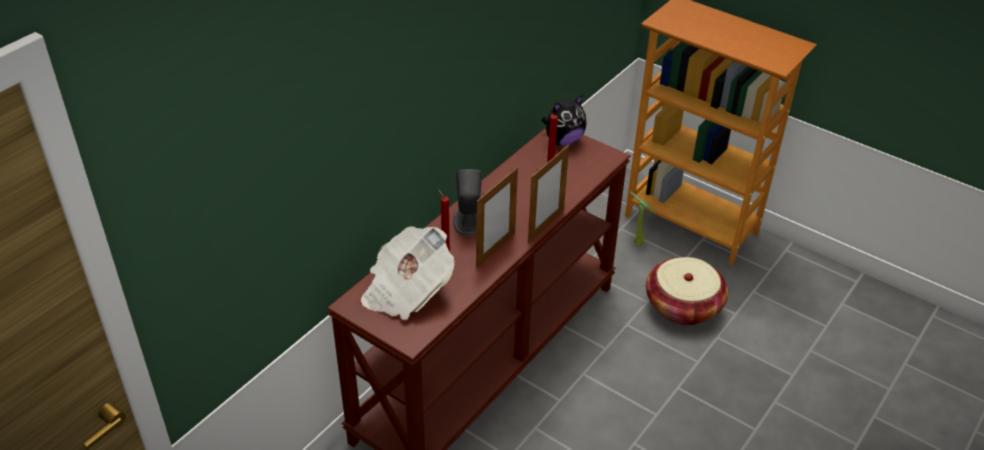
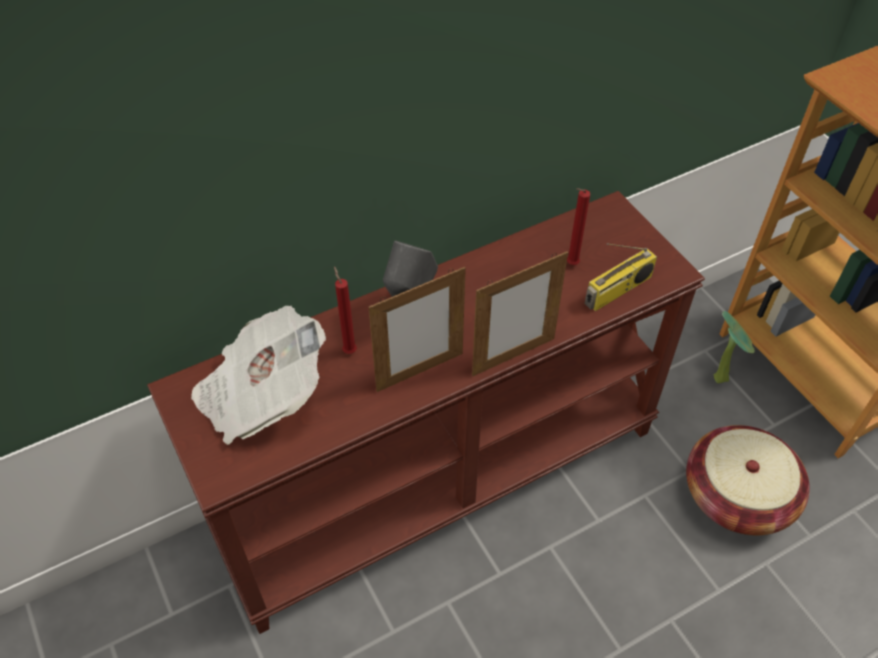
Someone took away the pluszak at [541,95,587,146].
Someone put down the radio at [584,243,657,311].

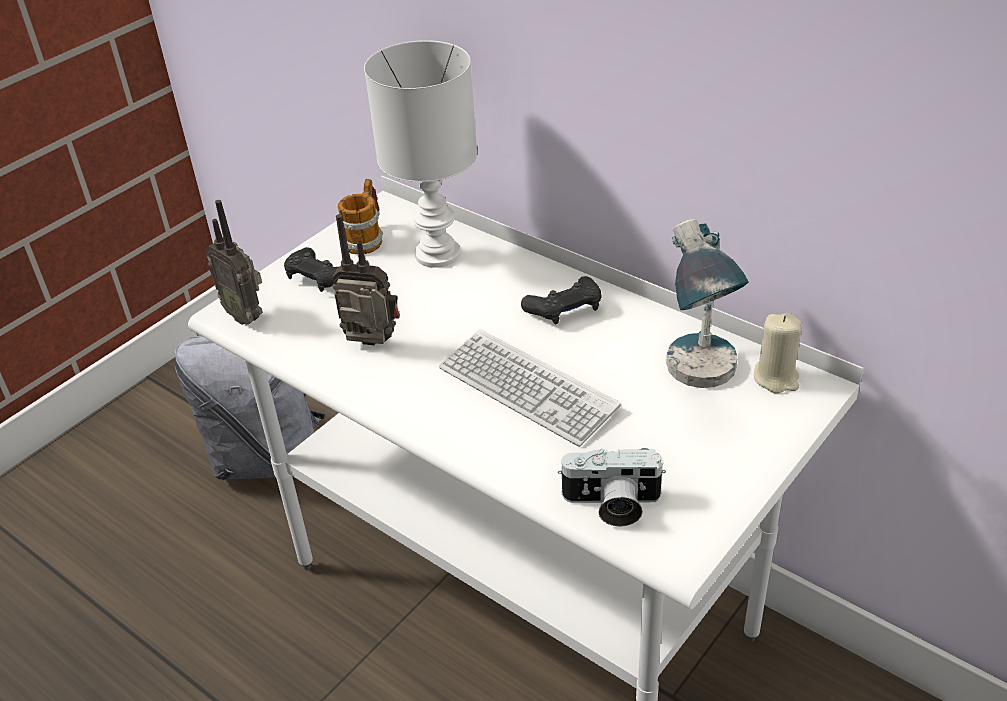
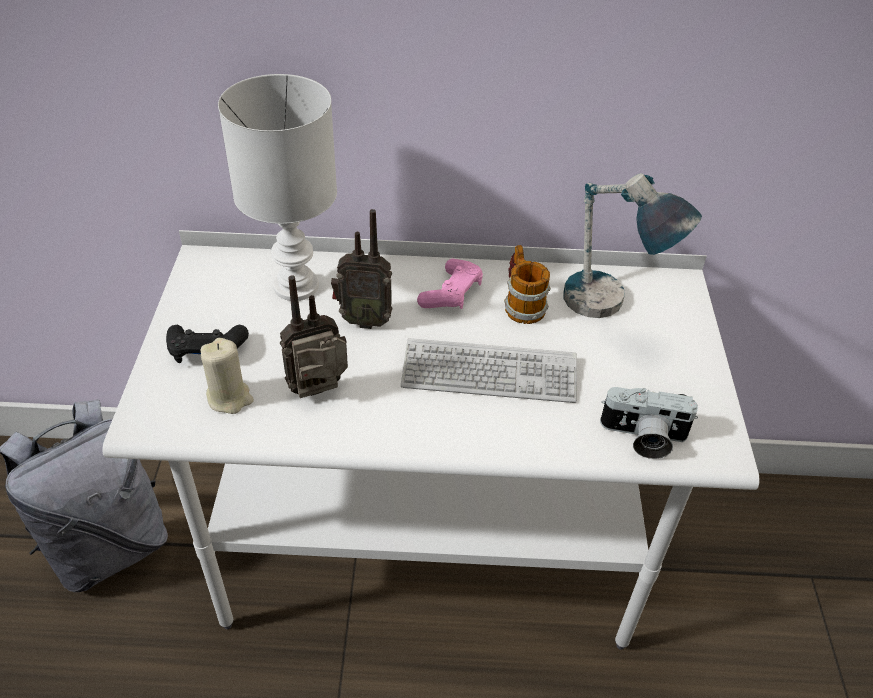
Someone carried the kubek from [338,179,383,254] to [504,245,551,324].
Someone carried the radio from [205,200,263,325] to [331,209,392,329].
Someone repainted the pad do gier (czarny) at [521,276,602,324], which became the pad do gier (różowy) at [417,259,483,309].
Someone carried the świeca (beżowy) from [754,313,802,394] to [201,338,254,414].
Someone rotated the aparat fotograficzny at [558,448,666,527] by 45 degrees clockwise.

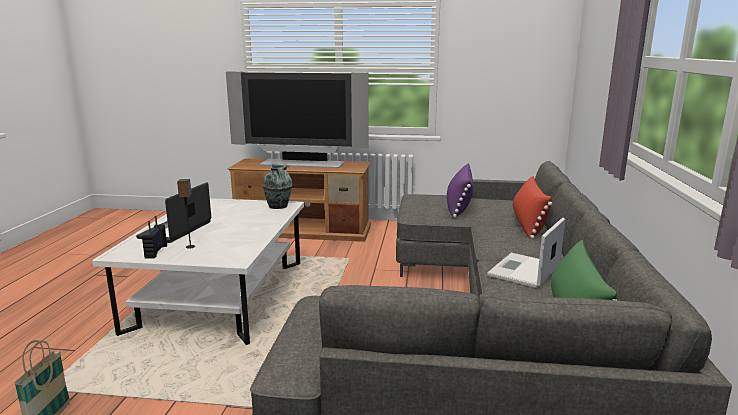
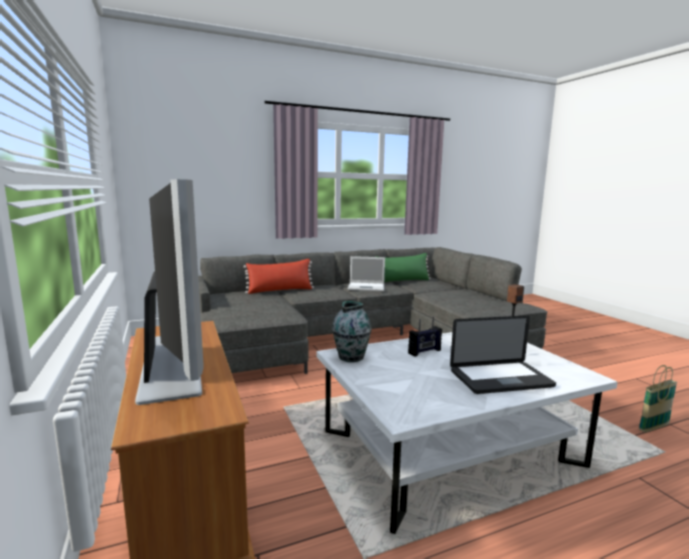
Someone took away the poduszka (fioletowy) at [447,163,473,218].
Someone carried the radio from [142,216,167,258] to [408,317,442,357].

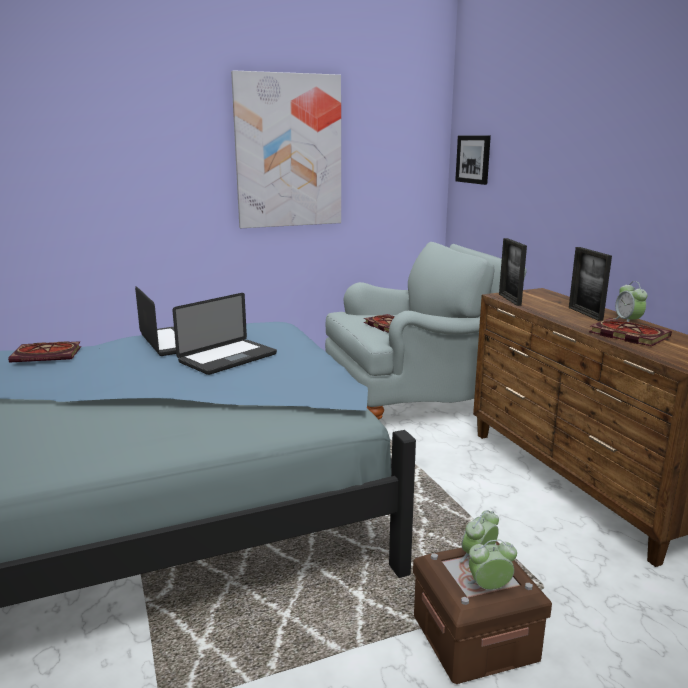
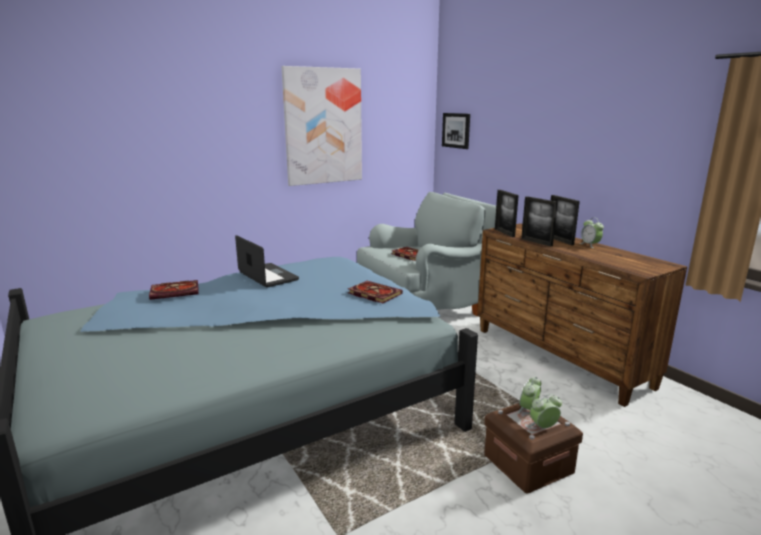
Someone took away the laptop at [172,293,277,375].
Someone carried the książka from [589,318,672,346] to [348,281,403,303].
Someone put down the ramka na zdjęcie at [521,196,558,247].

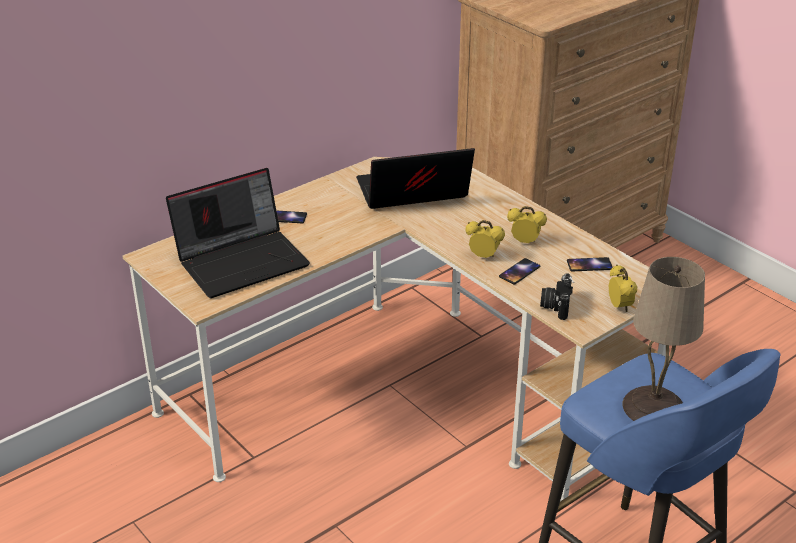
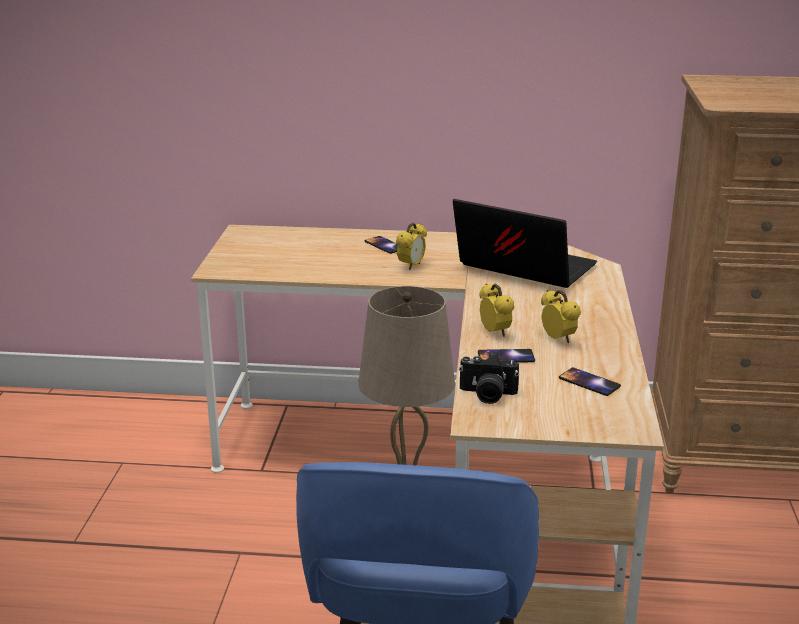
Someone took away the laptop at [166,168,310,298].
Someone carried the budzik from [609,265,637,312] to [396,222,427,270].
Someone rotated the aparat fotograficzny at [540,273,574,320] by 135 degrees counterclockwise.

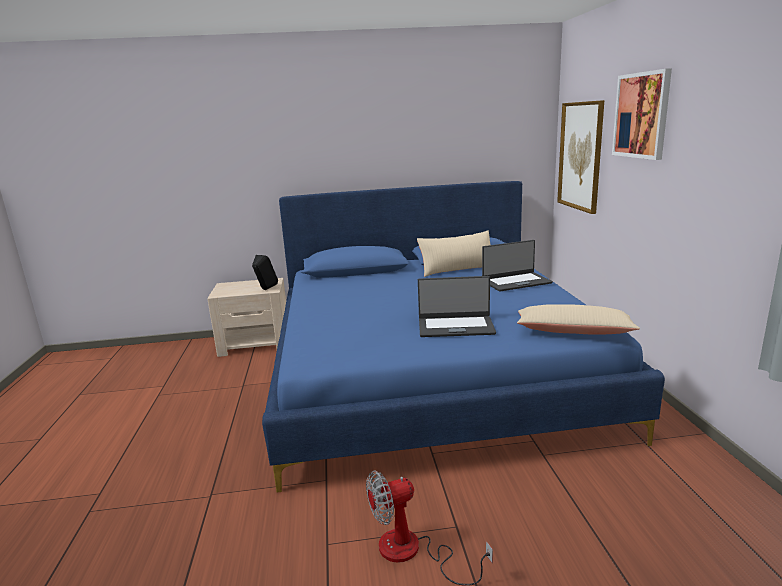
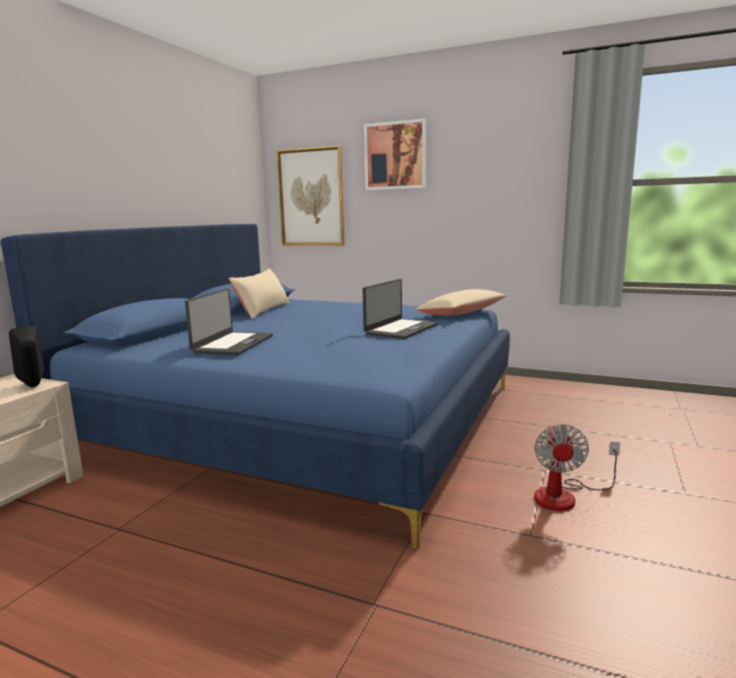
Someone carried the laptop from [482,240,553,291] to [185,288,273,355].

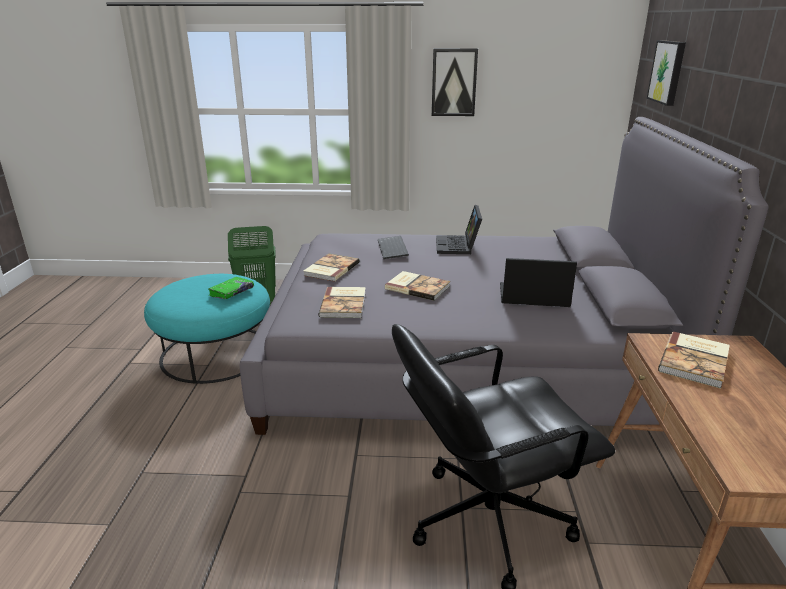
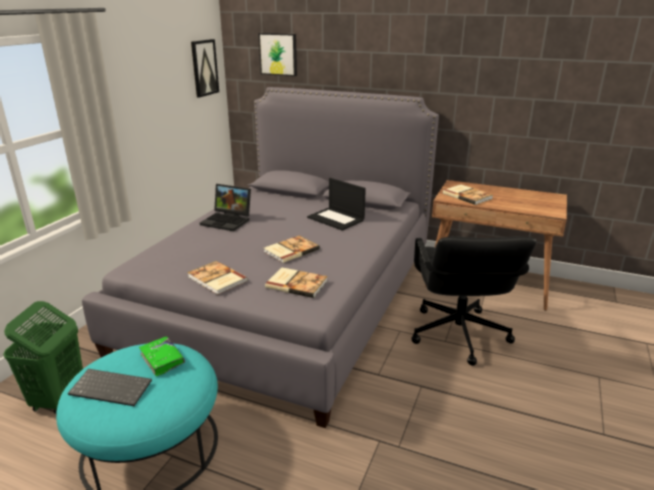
Someone carried the obraz from [432,48,478,116] to [191,39,219,98].
Someone carried the klawiatura from [378,236,409,259] to [68,369,152,406].
Someone rotated the laptop at [500,258,577,307] by 75 degrees counterclockwise.

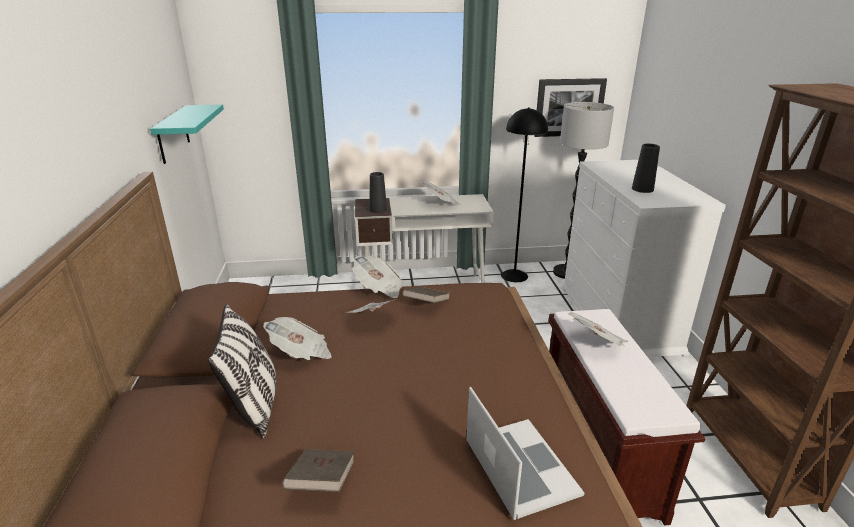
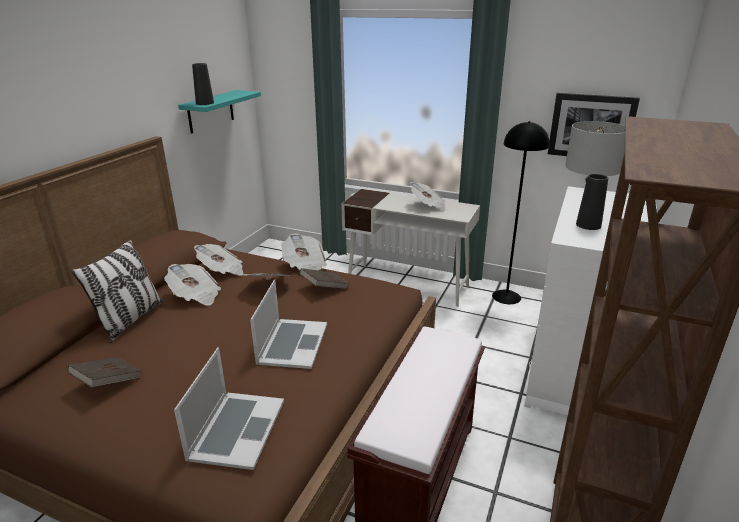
Someone carried the wazon (czarny) from [369,172,387,213] to [192,63,214,105].
Someone carried the gazeta from [568,312,629,346] to [194,244,243,276].
Someone put down the laptop at [250,280,327,369].

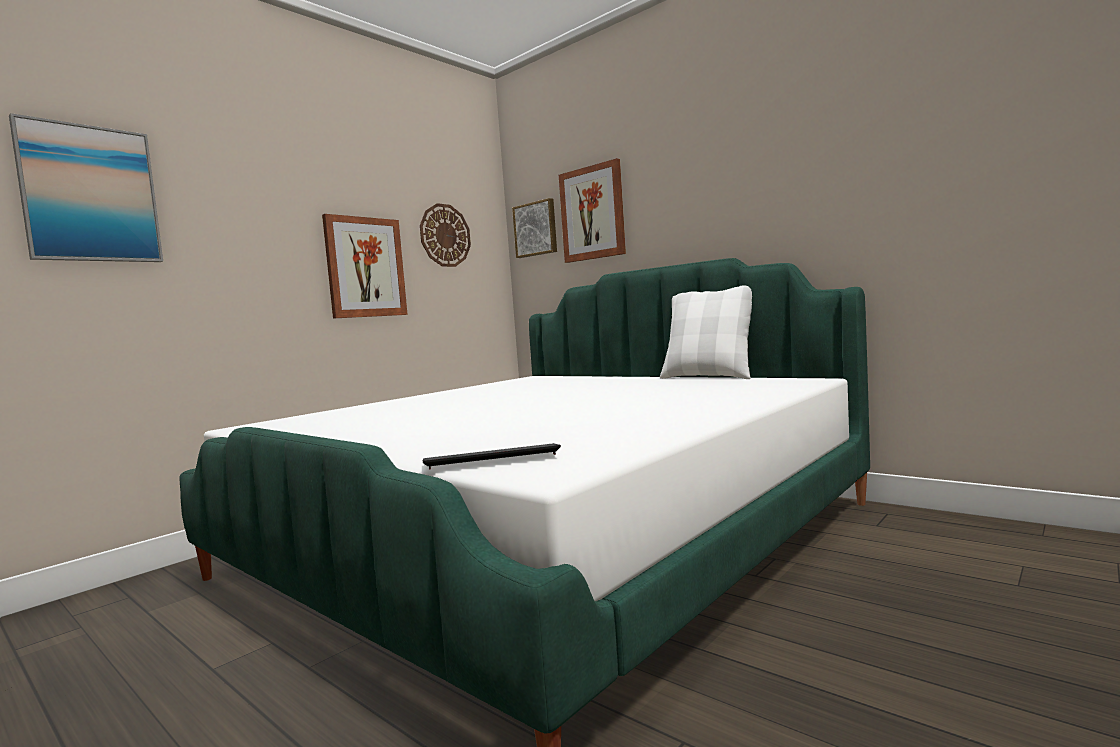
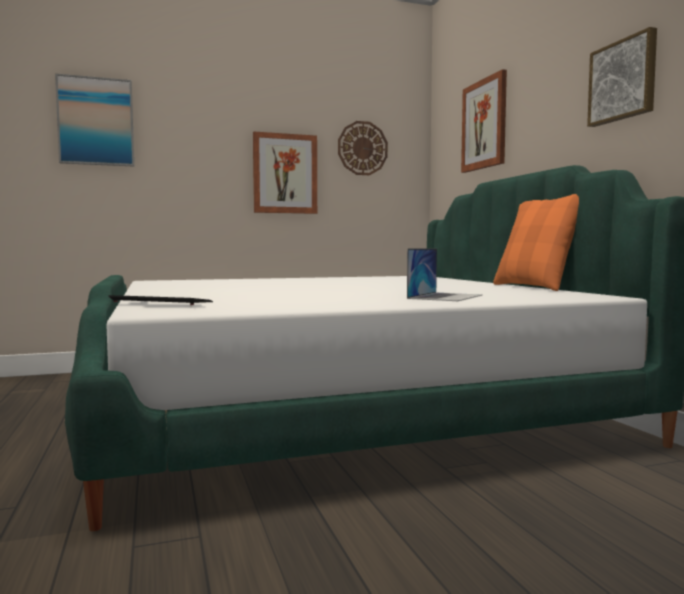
Someone carried the obraz from [512,198,557,258] to [587,27,657,127].
Someone repainted the poduszka (biały) at [660,286,752,379], which became the poduszka (pomarańczowy) at [493,194,579,291].
Someone put down the laptop at [407,248,482,301].

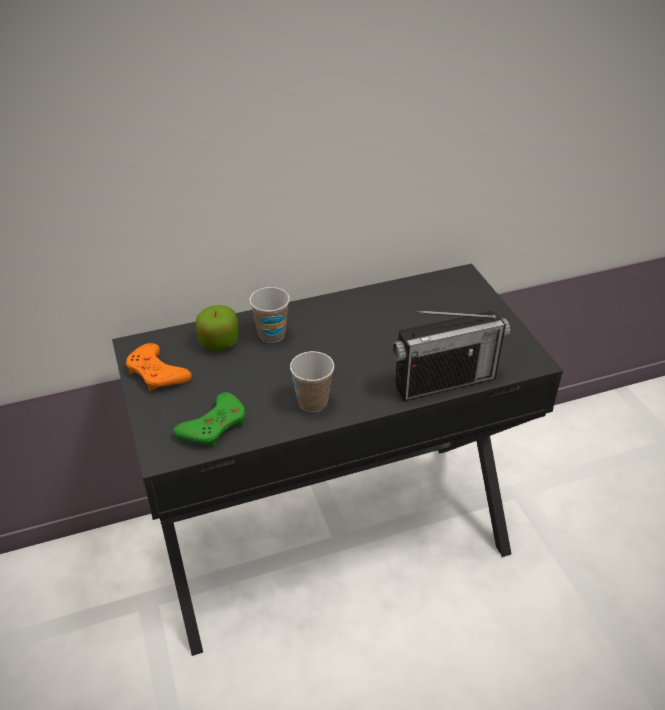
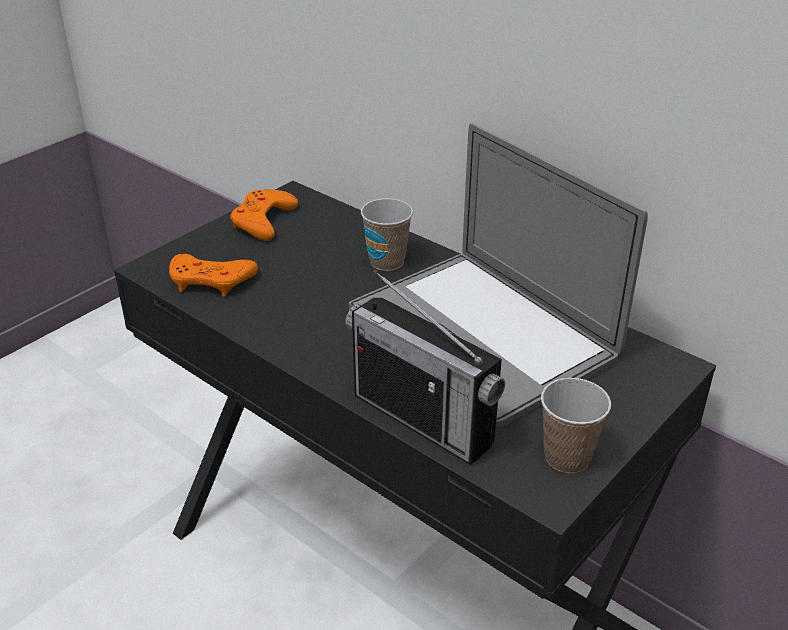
Someone took away the jabłko at [195,305,238,351].
Someone carried the filiżanka from [290,351,334,412] to [541,378,611,473].
Someone repainted the pad do gier (zielony) at [173,392,245,447], which became the pad do gier (pomarańczowy) at [169,254,258,297].
Someone put down the laptop at [349,123,648,428].

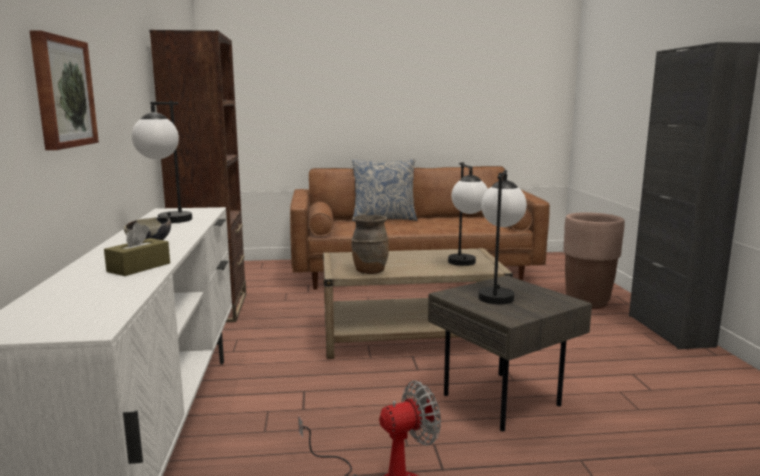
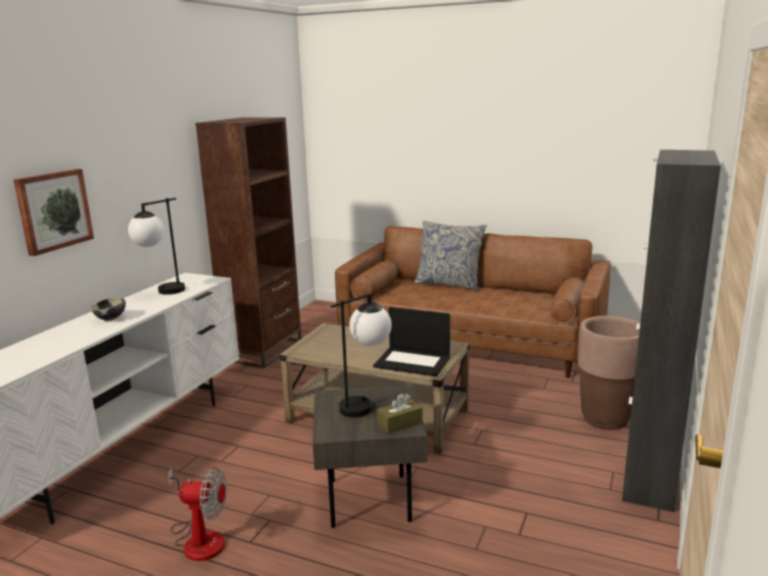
Someone swapped the lampa stołowa at [448,162,488,266] for the laptop at [373,307,450,377].
Someone took away the wazon (brązowy) at [351,215,389,274].
Someone carried the pudełko chusteczek (brązowy) from [104,223,170,276] to [377,393,423,434].

